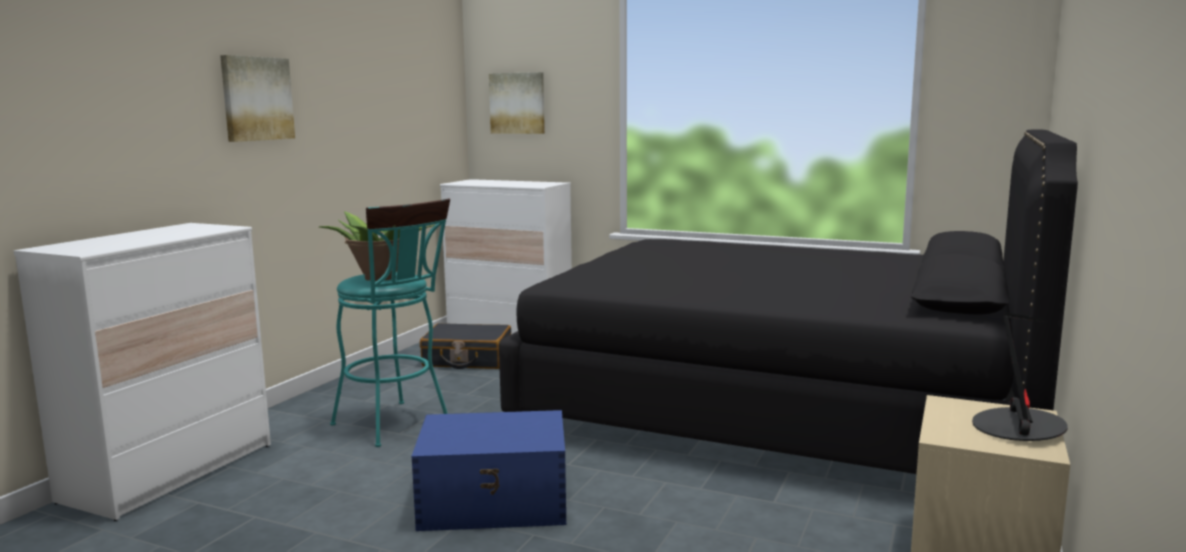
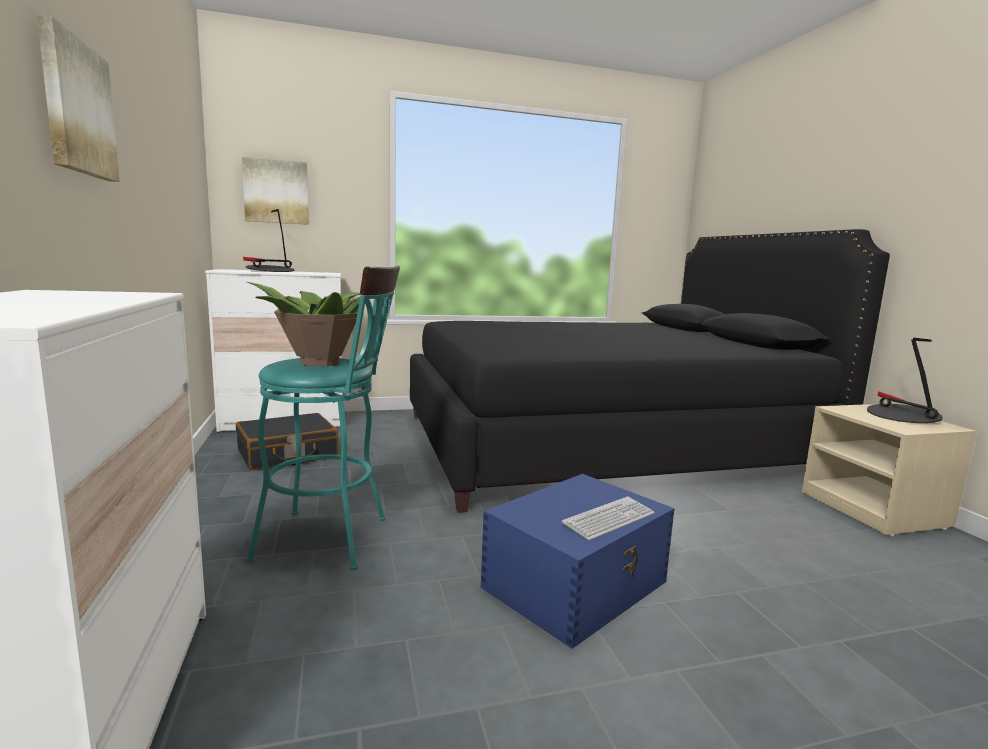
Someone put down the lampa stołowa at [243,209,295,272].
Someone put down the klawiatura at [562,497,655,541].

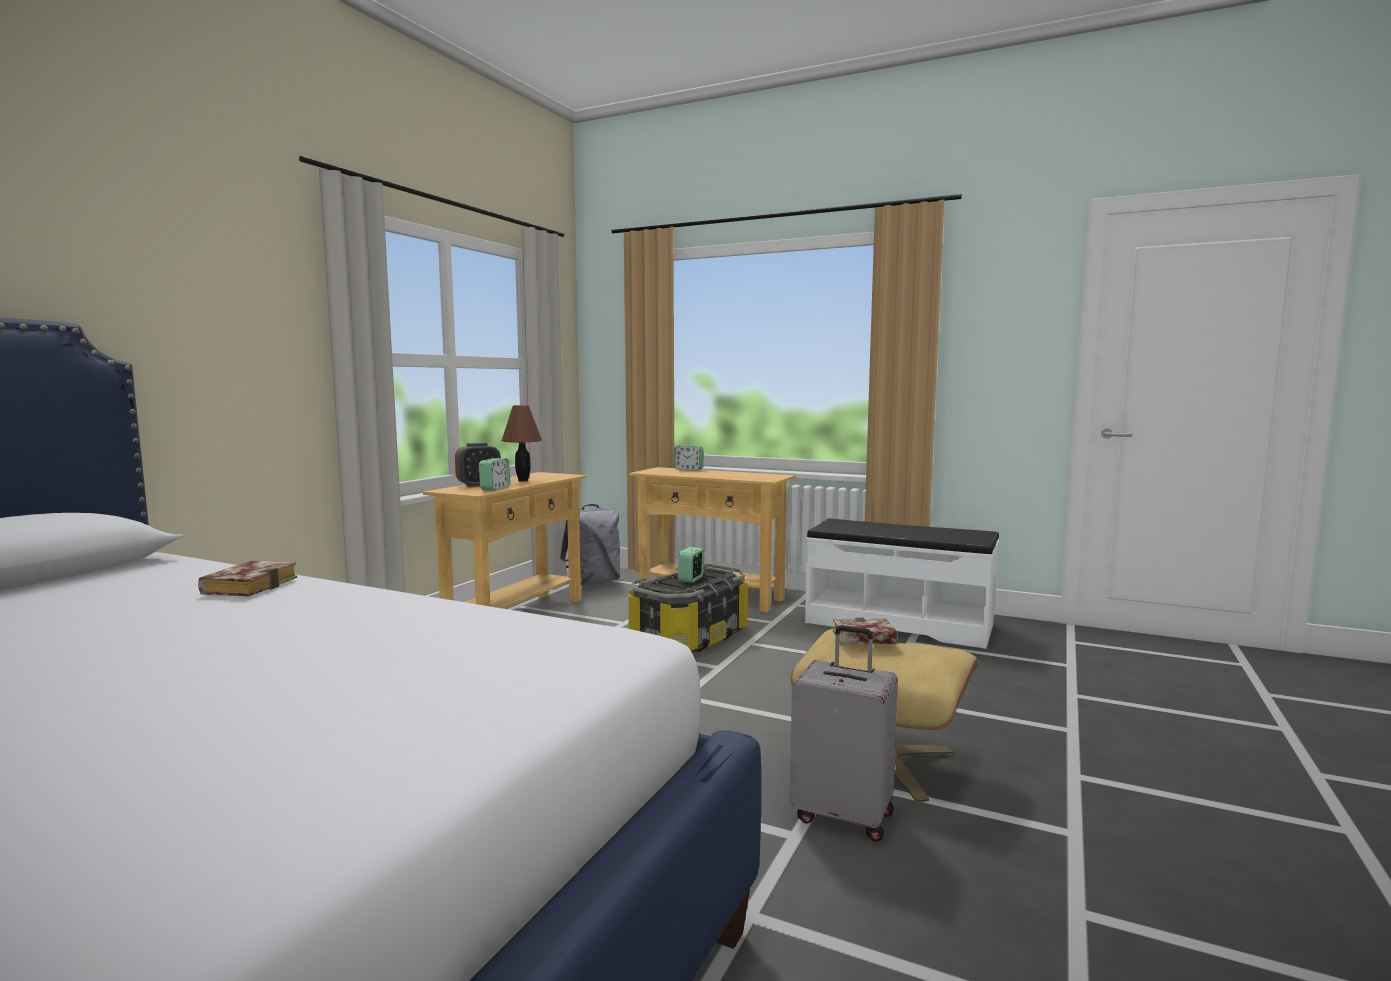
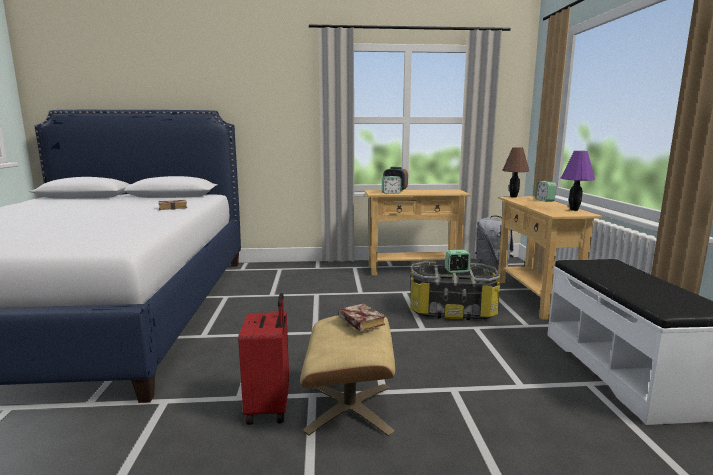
Someone carried the lampa stołowa (brązowy) from [502,405,542,481] to [502,147,529,198].
Someone repainted the walizka (szary) at [790,625,898,842], which became the walizka (czerwony) at [238,293,289,425].
Someone put down the lampa stołowa (fioletowy) at [561,151,595,211].

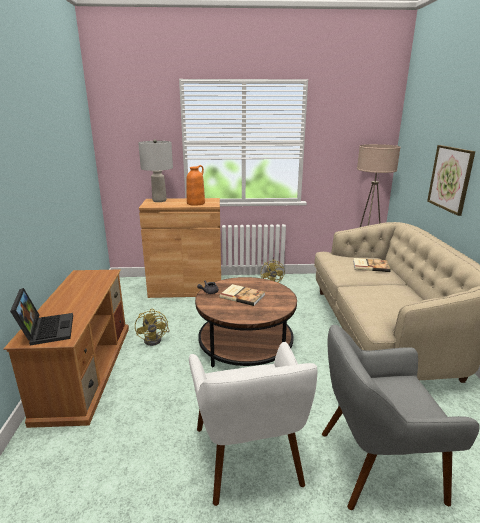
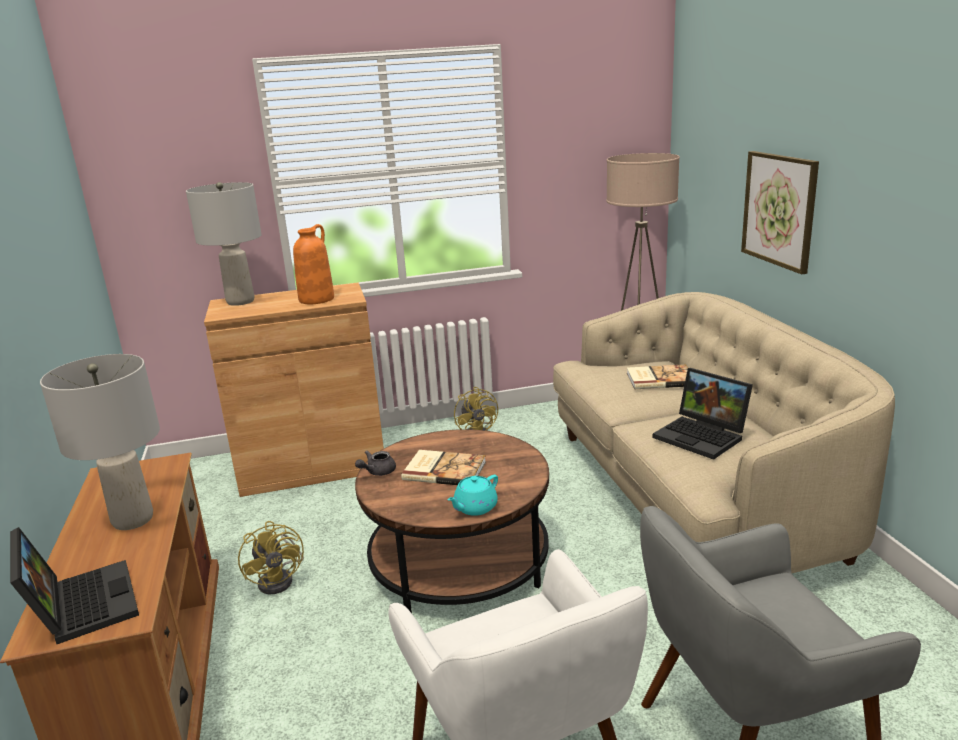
Someone put down the lampa stołowa (szary) at [40,354,160,530].
Someone put down the laptop at [653,368,753,460].
Someone put down the imbryk (turkusowy) at [447,475,498,516].

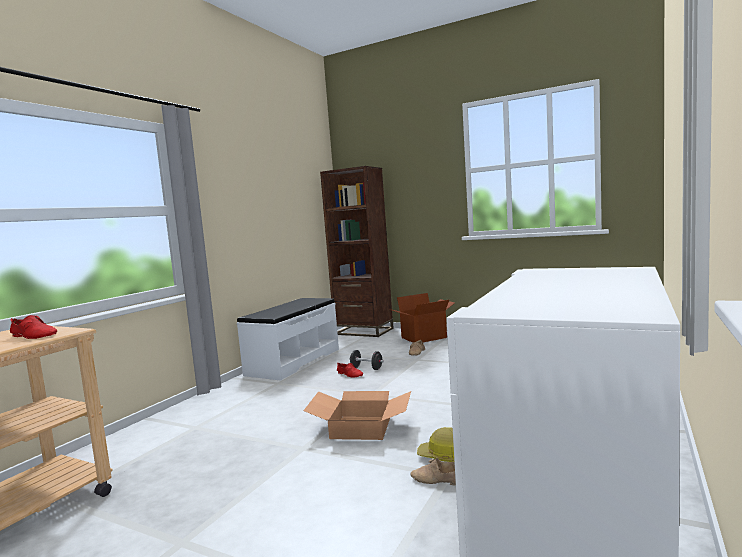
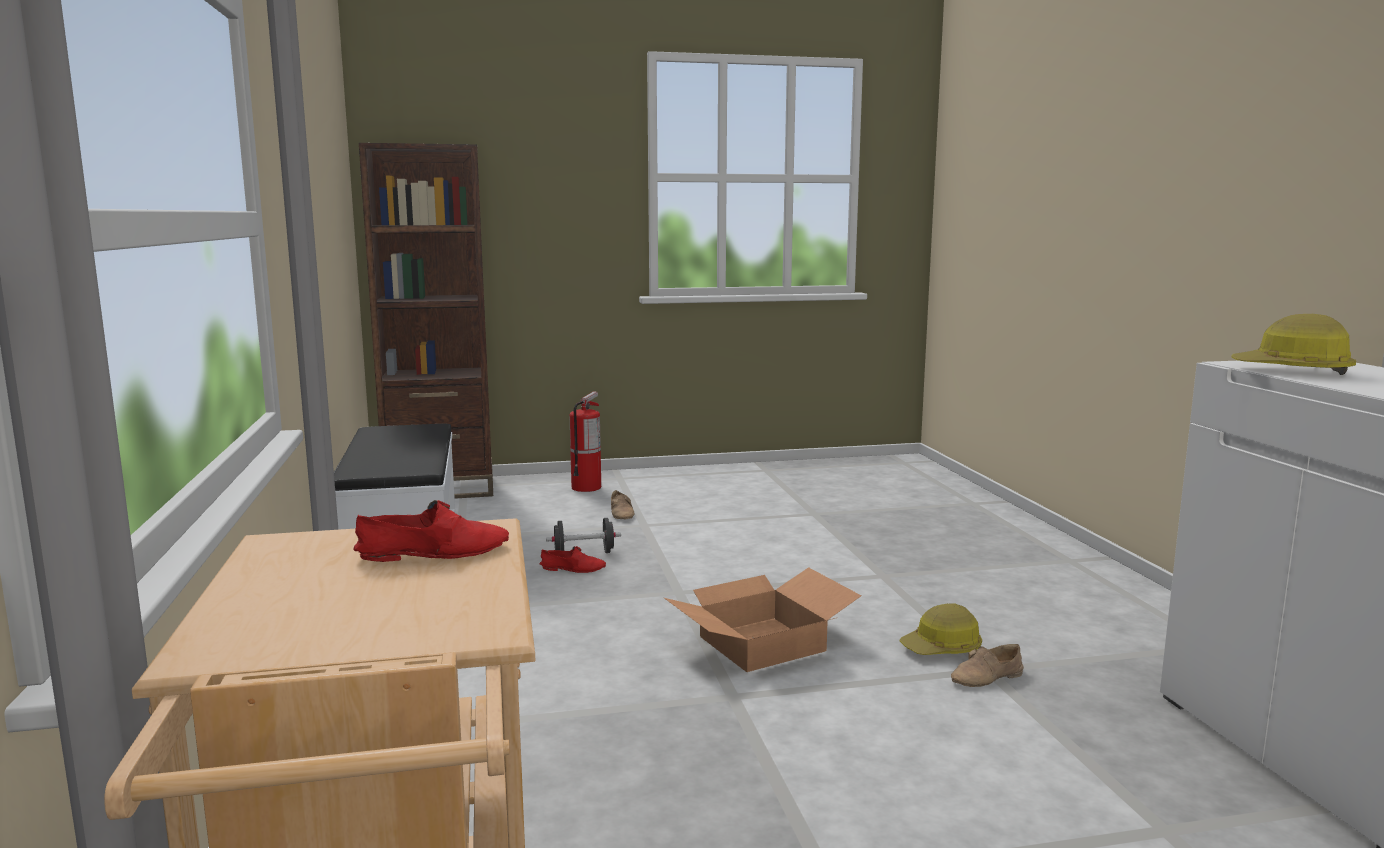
Someone swapped the karton at [389,293,455,343] for the gaśnica at [569,391,601,492].
Someone put down the kask at [1231,314,1356,375].

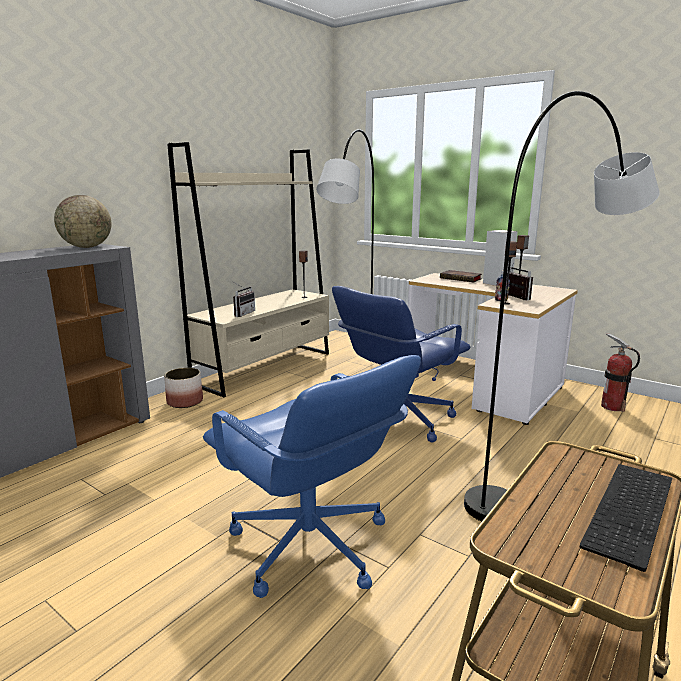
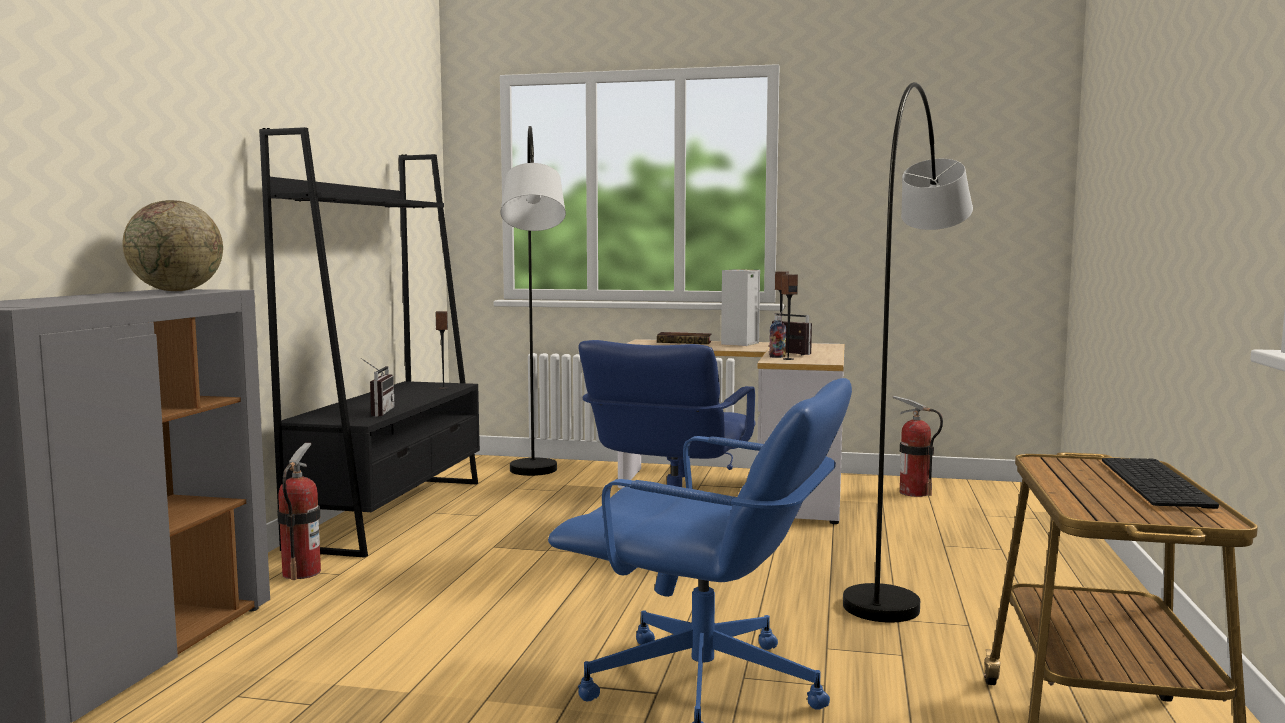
Someone repainted the regał (beżowy) at [167,142,329,397], which became the regał (czarny) at [259,127,480,558].
Someone swapped the donica at [164,368,203,408] for the gaśnica at [277,443,321,580].

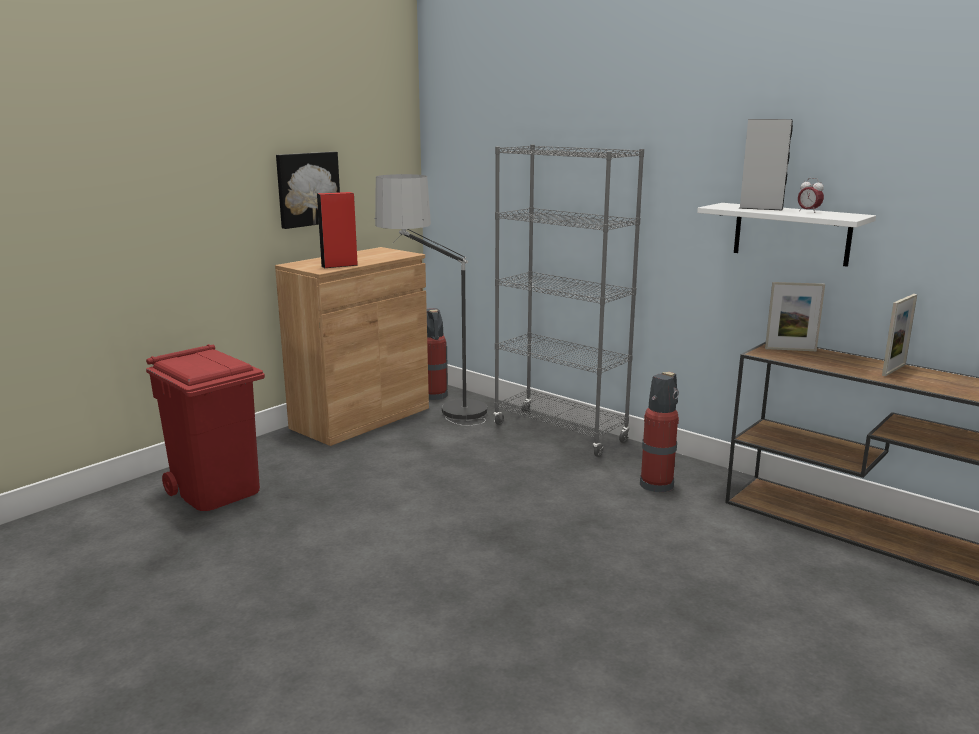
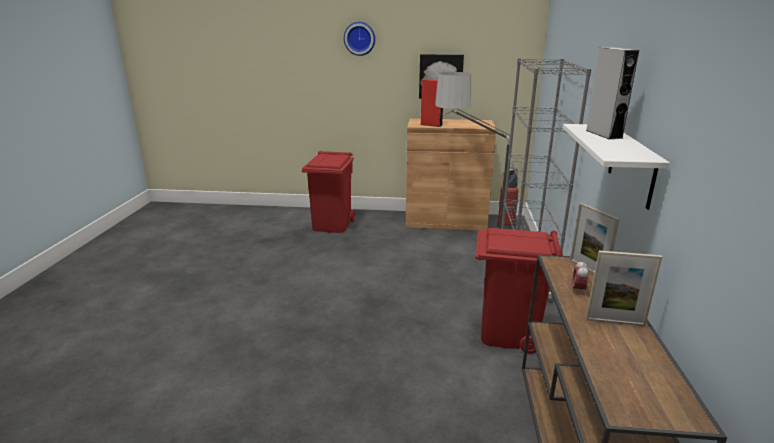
Someone carried the budzik from [798,178,824,213] to [573,260,589,294].
Someone swapped the gaśnica at [640,372,679,492] for the kosz na śmieci (czerwony) at [476,228,563,354].
Someone put up the zegar ścienny at [344,22,375,56].

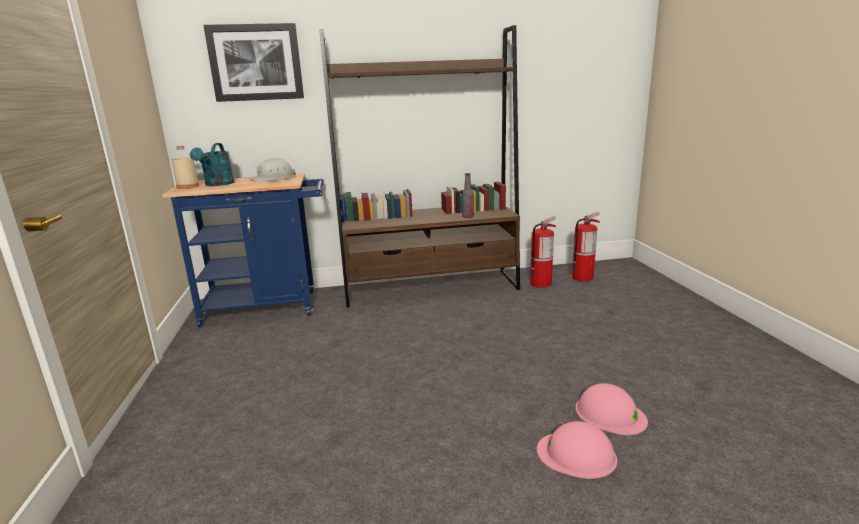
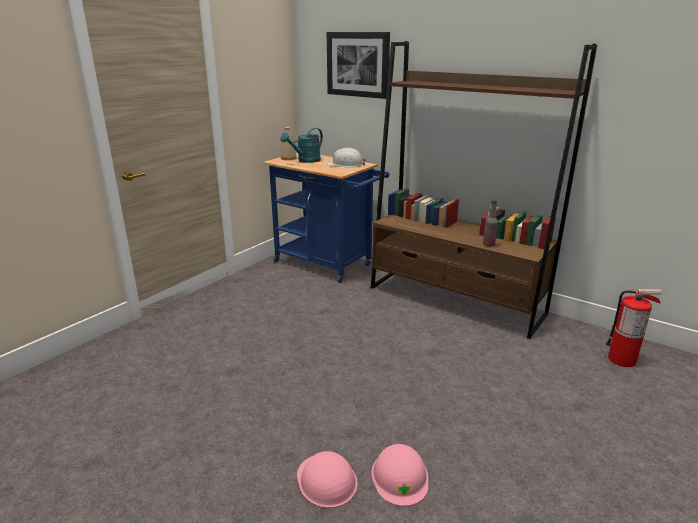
Someone took away the gaśnica at [530,216,556,288].

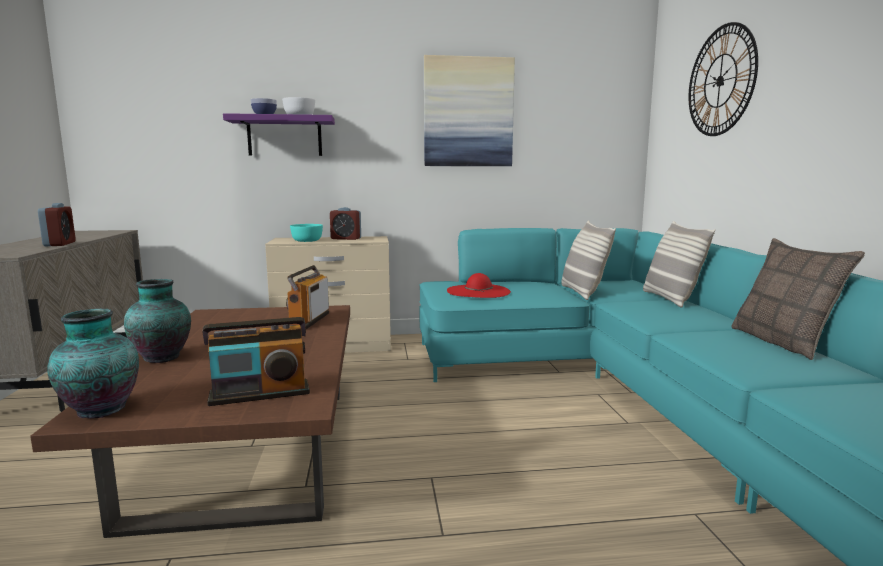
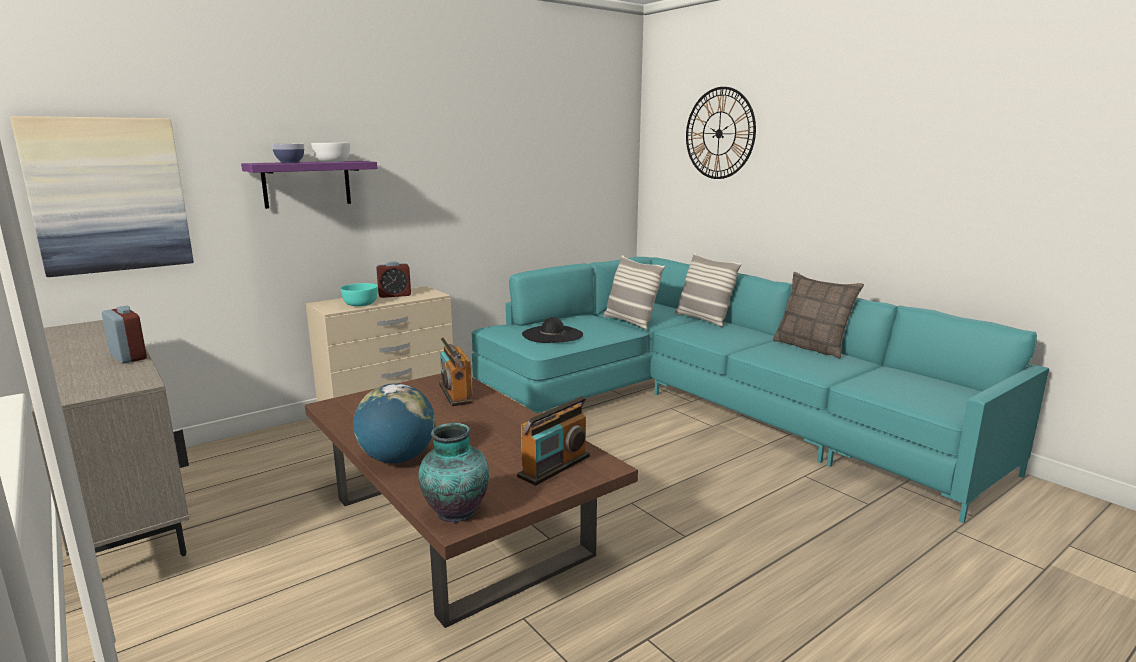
Someone carried the obraz from [424,55,515,166] to [10,116,194,277].
Someone repainted the kapelusz (czerwony) at [447,273,511,298], which became the kapelusz (czarny) at [522,317,583,343].
Someone swapped the wazon at [124,279,191,363] for the globus at [353,383,435,463].

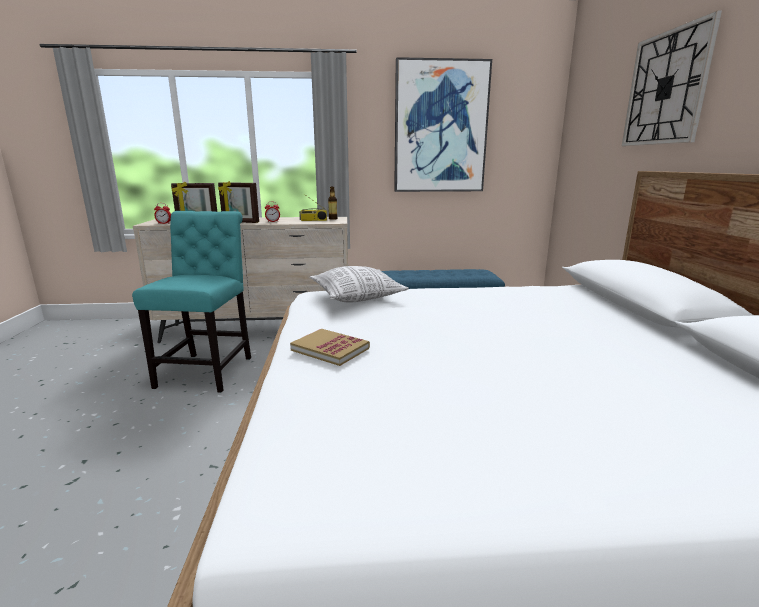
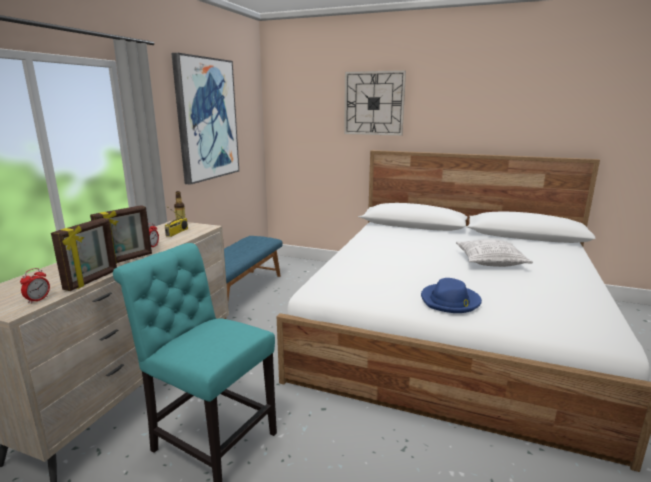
Someone carried the poduszka from [310,266,409,303] to [456,239,533,267].
Someone swapped the książka at [290,329,370,366] for the kapelusz (niebieski) at [421,278,482,313].

